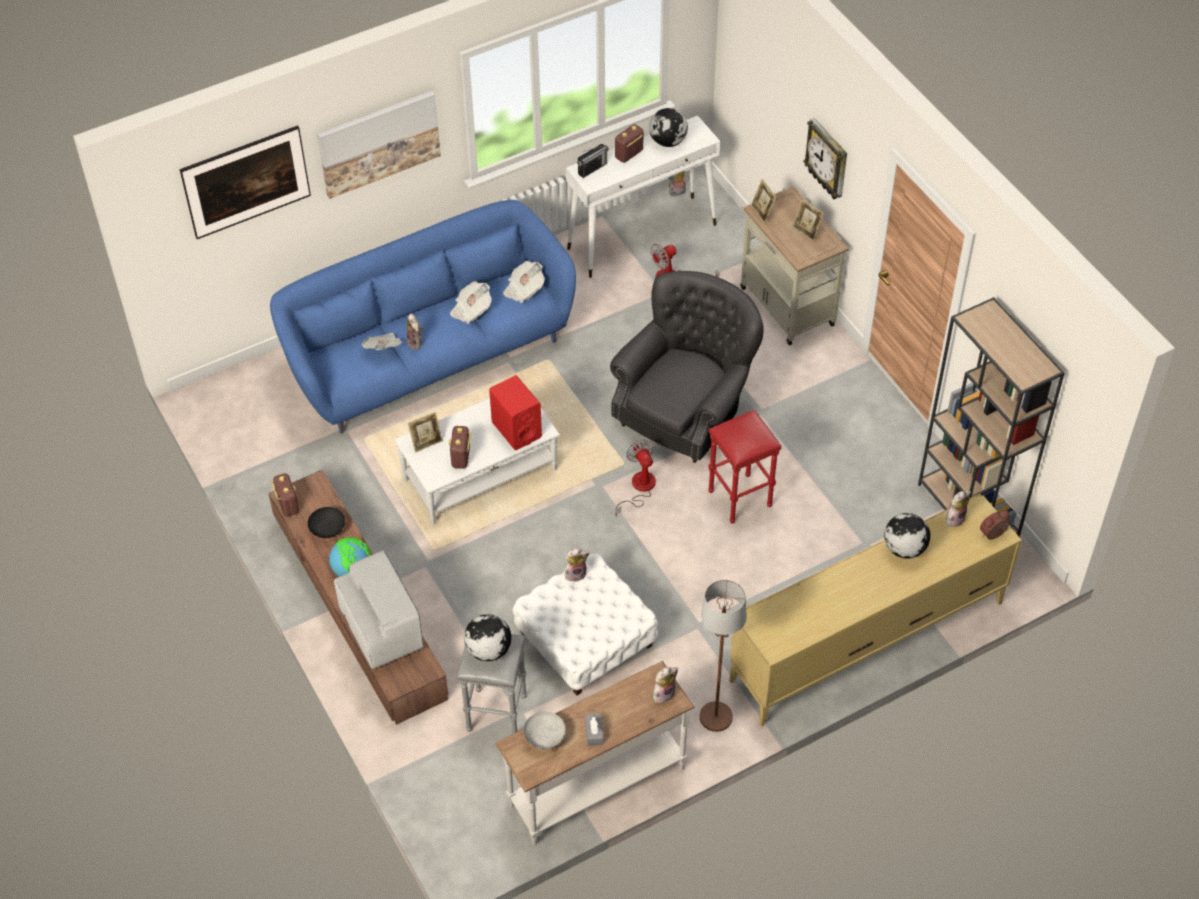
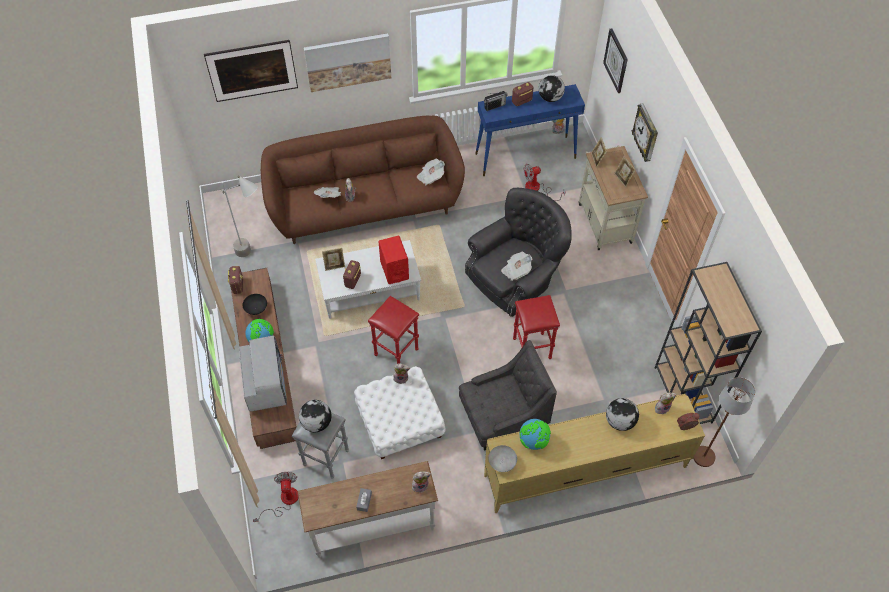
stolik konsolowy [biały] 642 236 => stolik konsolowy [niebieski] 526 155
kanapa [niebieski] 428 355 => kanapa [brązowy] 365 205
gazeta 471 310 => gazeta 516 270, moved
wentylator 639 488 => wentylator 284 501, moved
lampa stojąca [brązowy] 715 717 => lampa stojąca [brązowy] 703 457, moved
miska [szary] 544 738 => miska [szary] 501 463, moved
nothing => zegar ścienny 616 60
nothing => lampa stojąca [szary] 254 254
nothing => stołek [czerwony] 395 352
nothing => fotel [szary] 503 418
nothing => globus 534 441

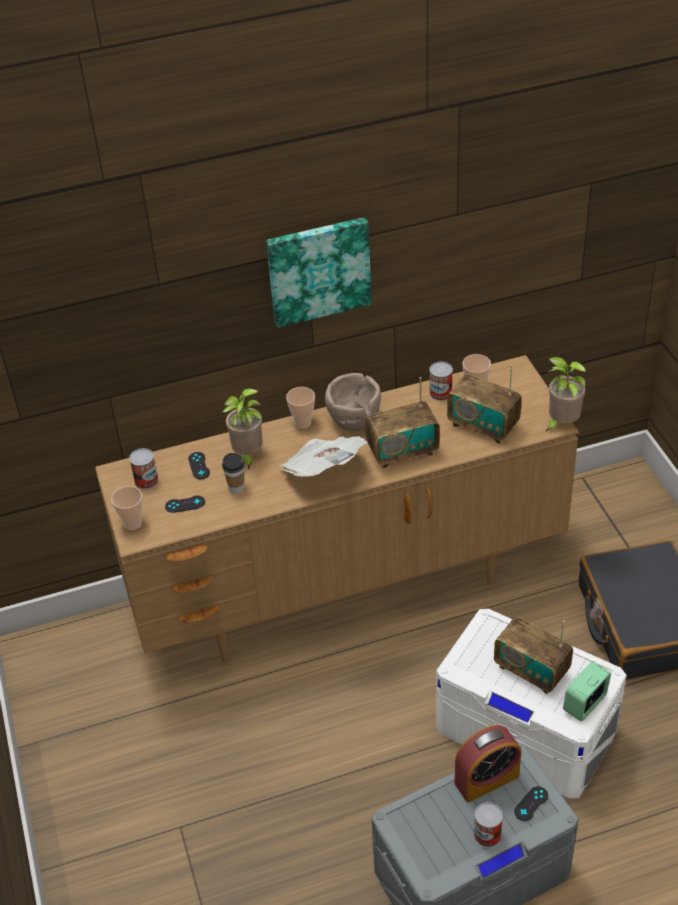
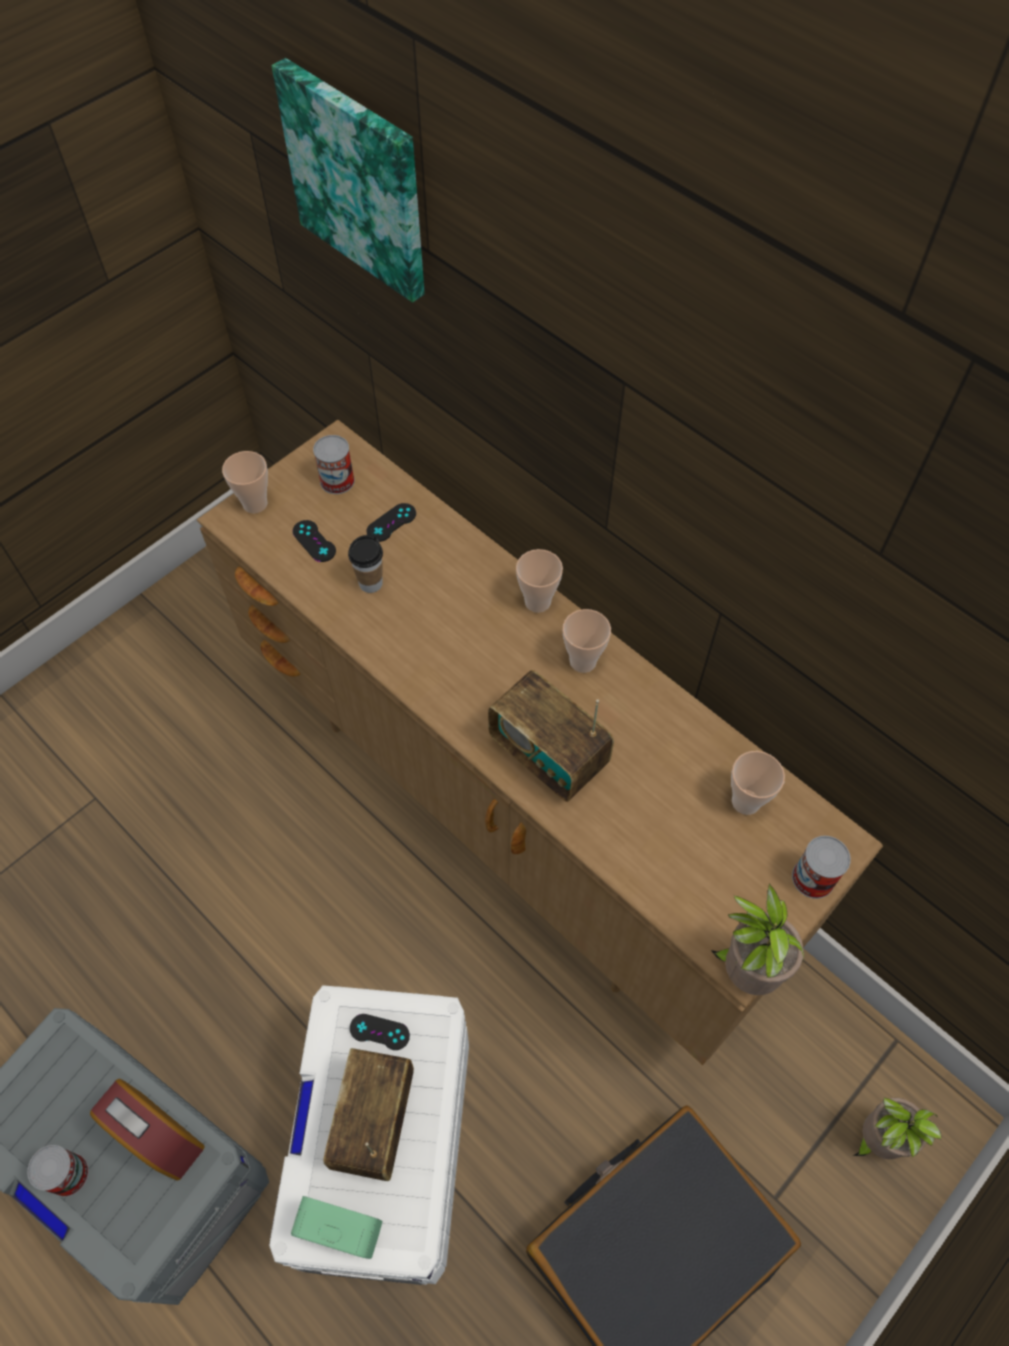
obraz 318 270 => obraz 358 180, moved
puszka 440 393 => puszka 813 878, moved
radio 483 426 => nothing
miska [brązowy] 354 419 => filiżanka 583 661
roślina doniczkowa 248 455 => roślina doniczkowa 876 1139, moved
gazeta 324 470 => nothing
pad do gier [czarny] 531 803 => pad do gier [czarny] 379 1032, moved

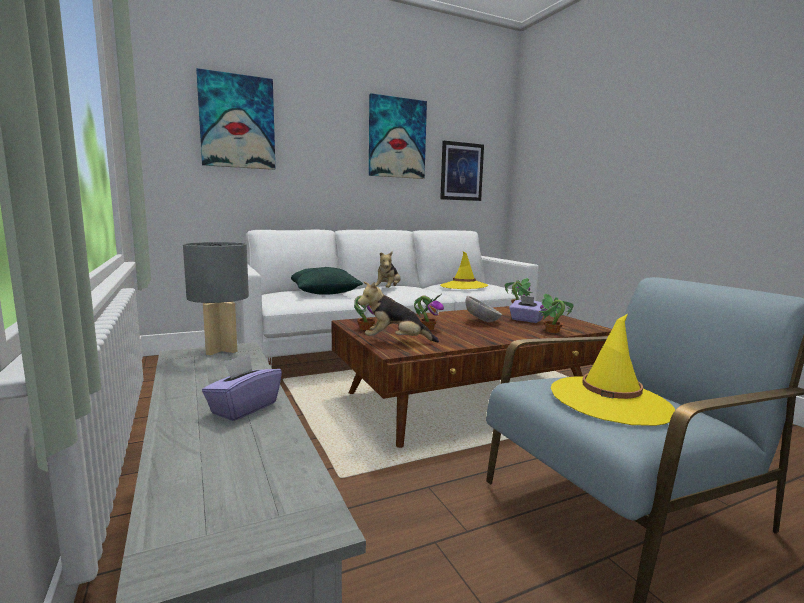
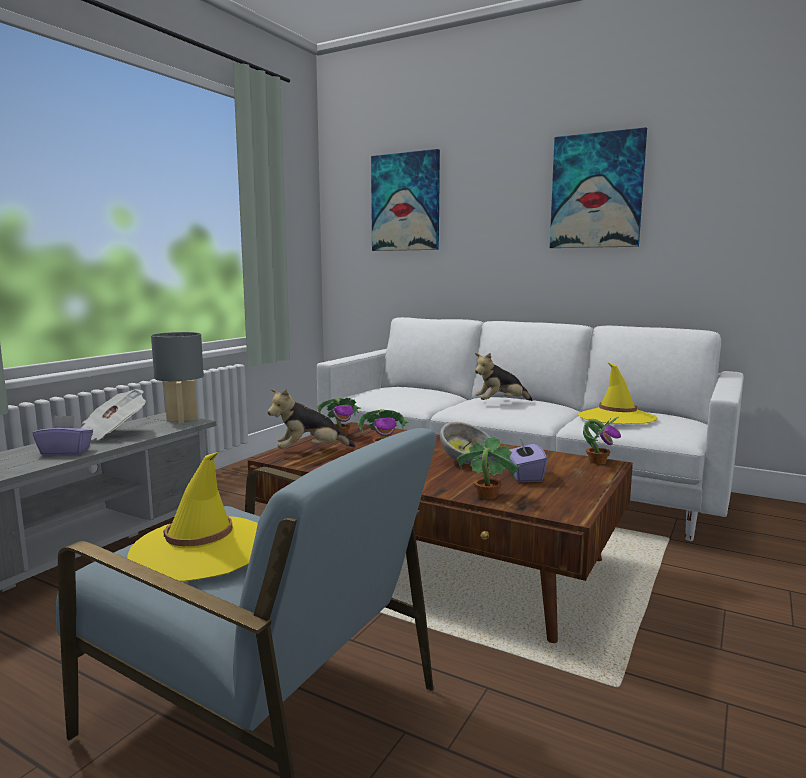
obraz 461 171 => nothing
poduszka [zielony] 324 292 => nothing
pluszak 396 342 => pluszak 310 451, 75 degrees counterclockwise
nothing => gazeta 109 434

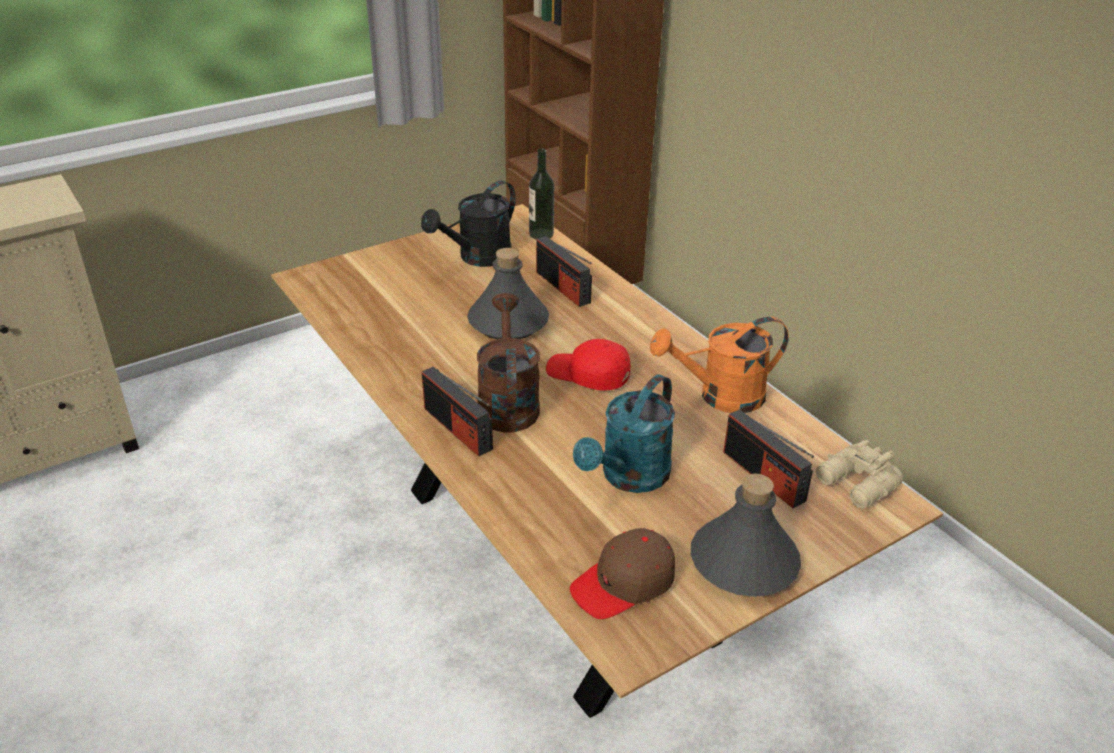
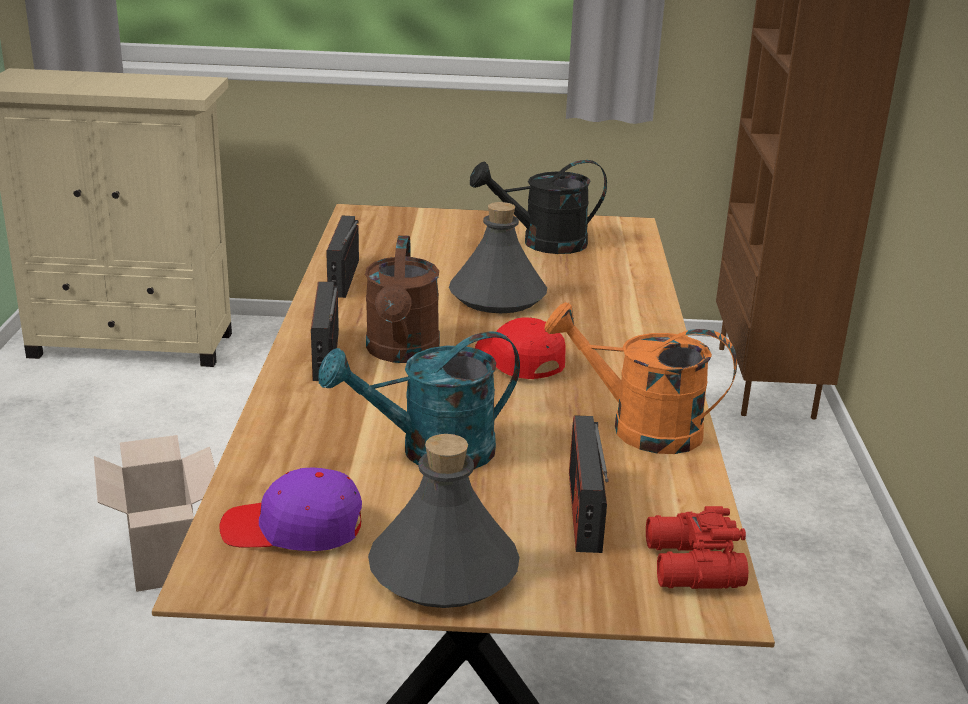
butelka 541 234 => nothing
radio 563 287 => radio 343 278, moved
konewka [brązowy] 507 402 => konewka [brązowy] 402 353, 150 degrees clockwise
lornetka [beżowy] 856 485 => lornetka [czerwony] 690 566
czapka z daszkiem [brązowy] 624 583 => czapka z daszkiem [fioletowy] 293 529
nothing => karton 167 563

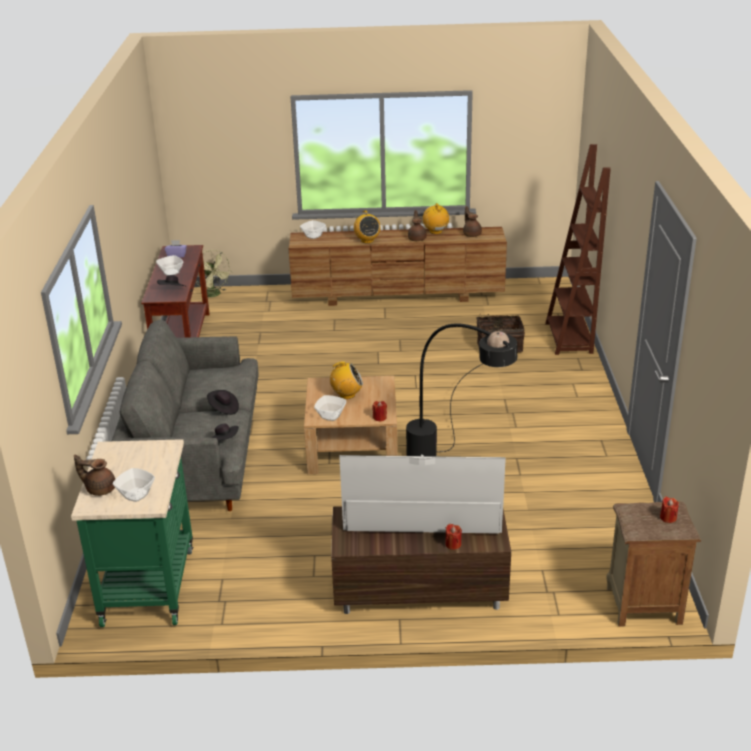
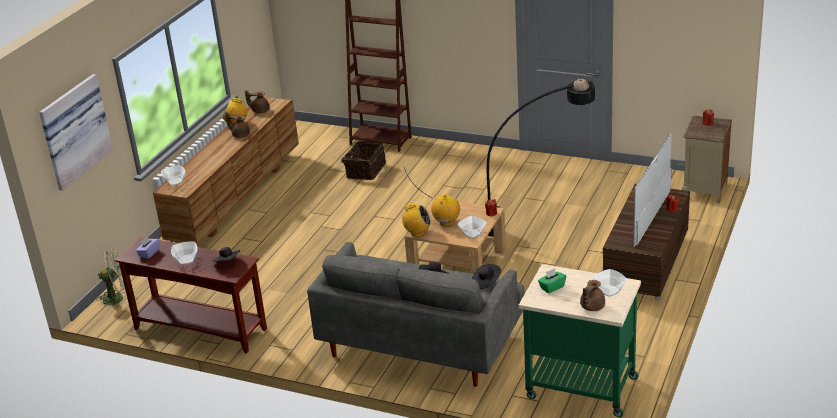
radio 367 240 => radio 417 232, moved
nothing => obraz 73 131
nothing => pudełko chusteczek [zielony] 552 287

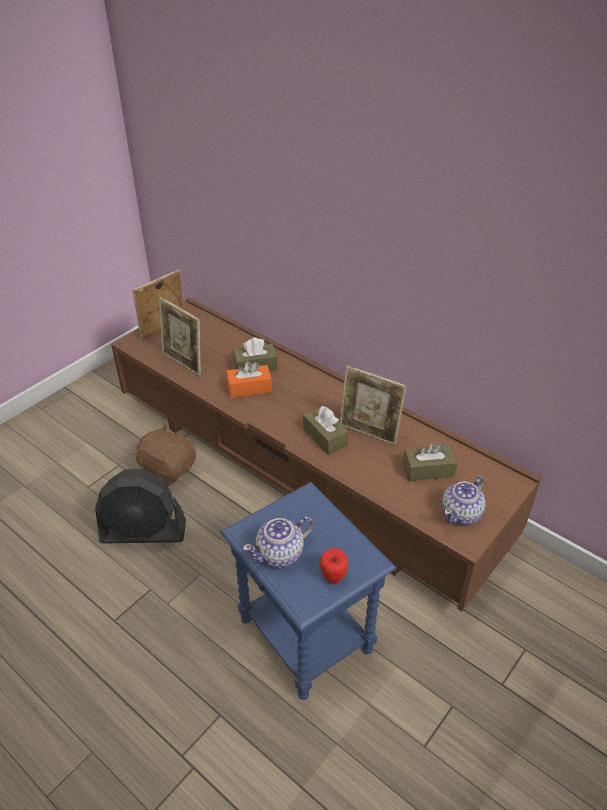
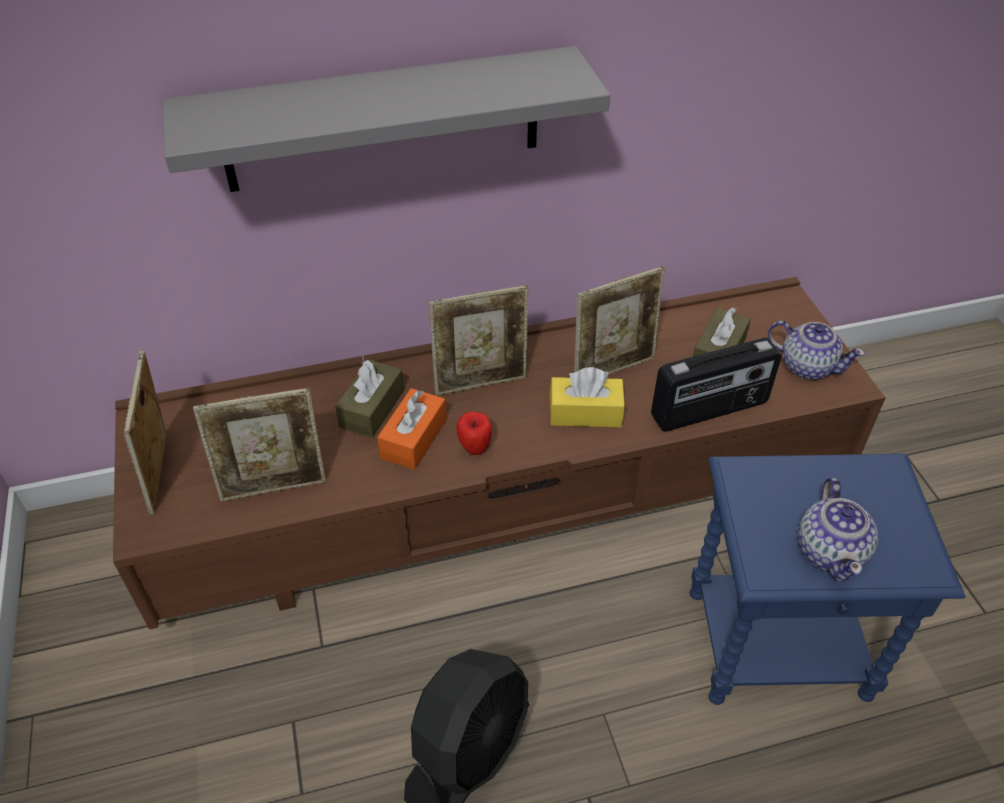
pudełko chusteczek [brązowy] 325 437 => pudełko chusteczek [żółty] 585 412
pluszak [brązowy] 167 469 => nothing
imbryk 461 513 => imbryk 806 366, 45 degrees counterclockwise
jabłko 333 577 => jabłko 474 449, moved
nothing => półka [szary] 382 120
nothing => ramka na zdjęcie 481 382
nothing => radio 710 410

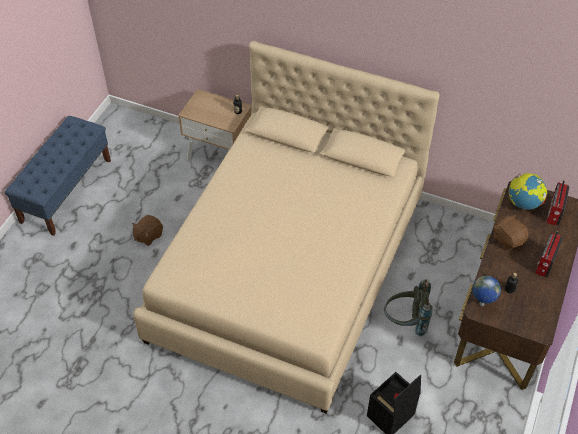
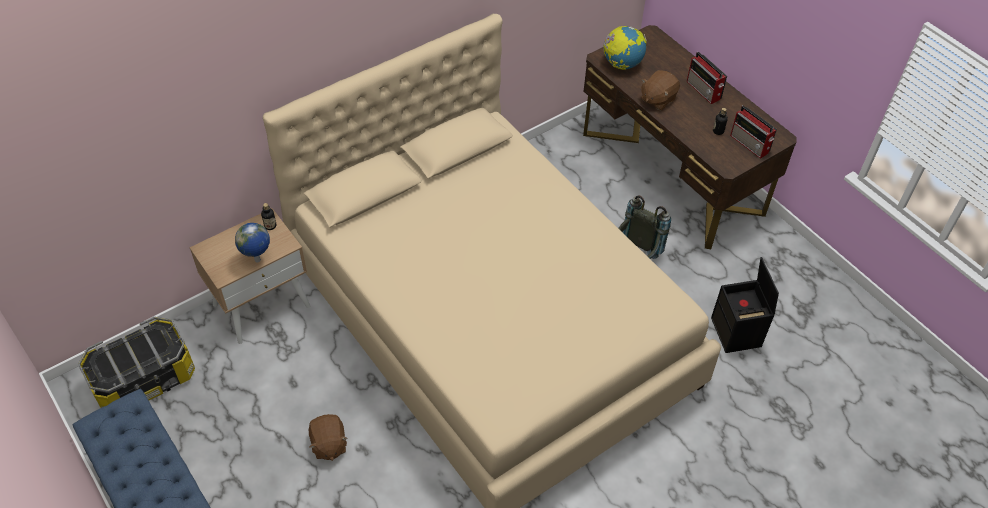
radio 554 212 => radio 750 144, moved
pluszak [brązowy] 507 239 => pluszak [brązowy] 657 99, 45 degrees counterclockwise
globus 481 304 => globus 258 260, moved
nothing => pojemnik do przechowywania 144 380

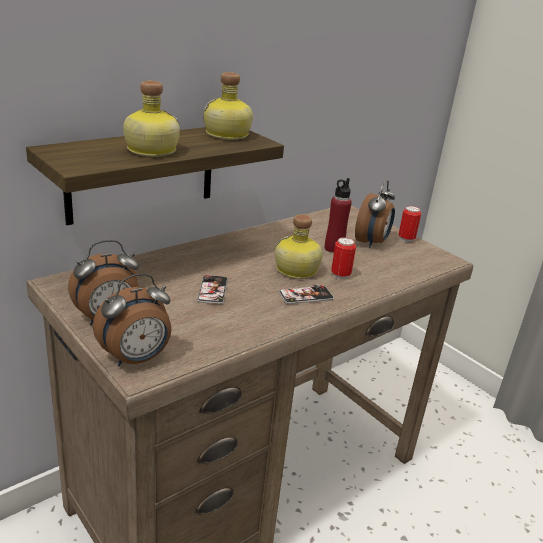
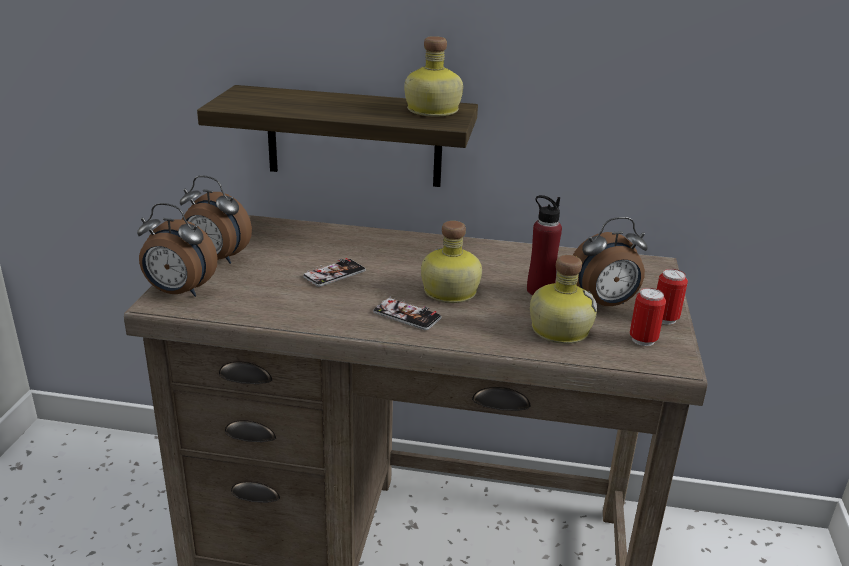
butelka 150 150 => butelka 558 329, moved
puszka 340 275 => puszka 643 340, moved

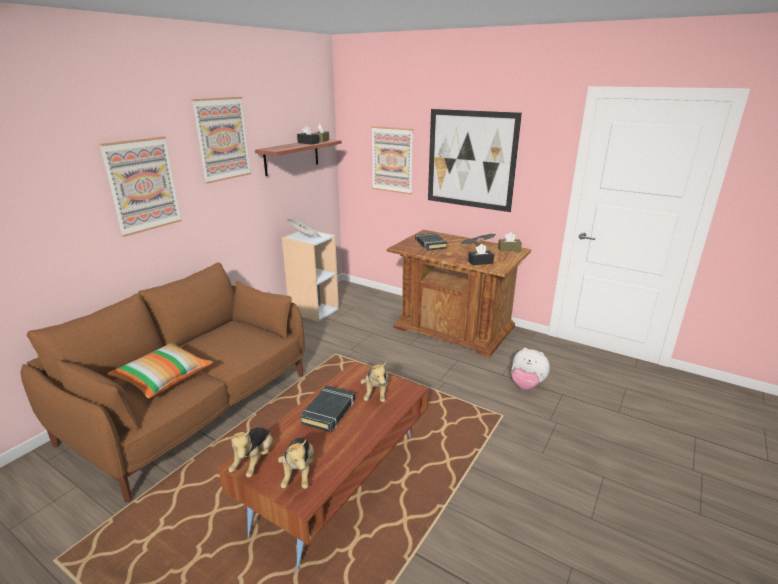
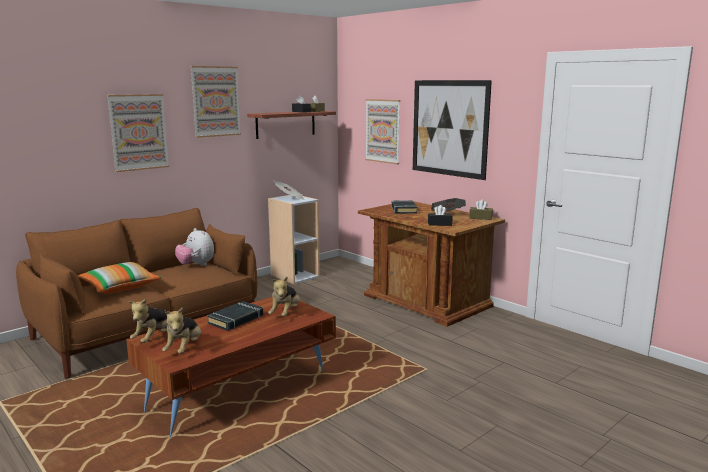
pluszak 526 385 => pluszak 196 265, moved

